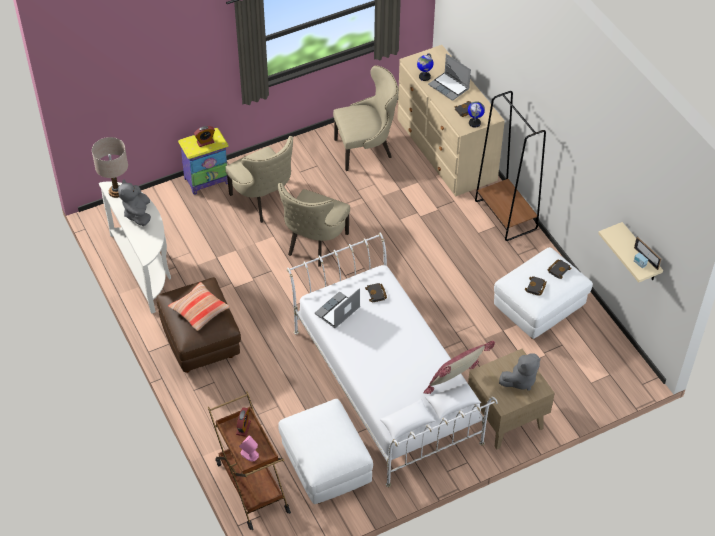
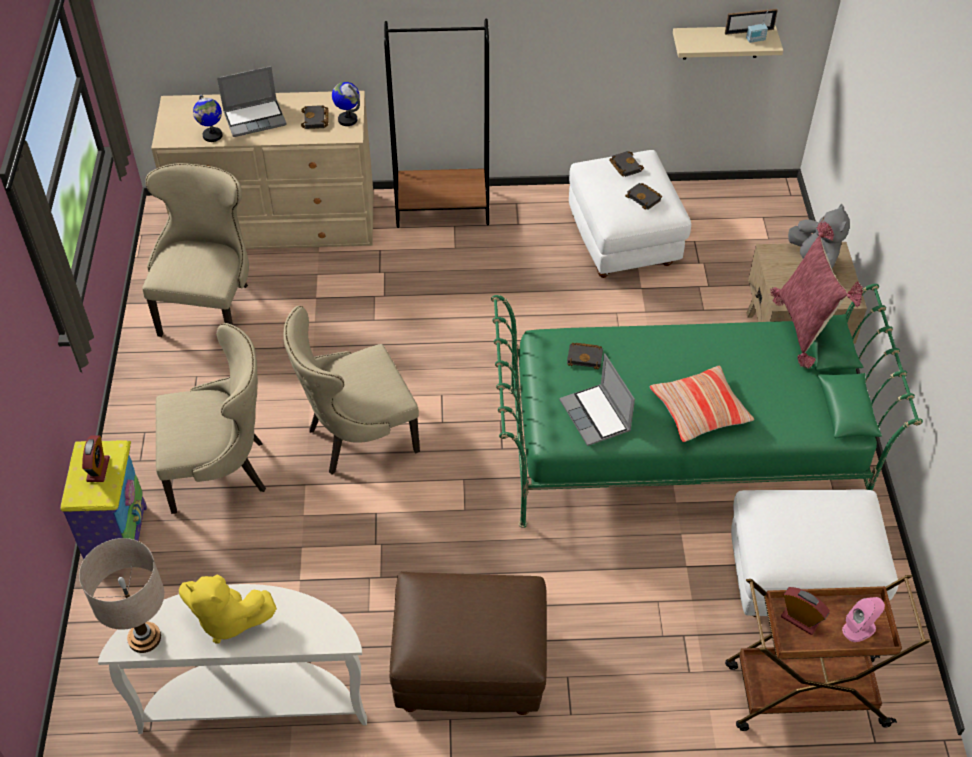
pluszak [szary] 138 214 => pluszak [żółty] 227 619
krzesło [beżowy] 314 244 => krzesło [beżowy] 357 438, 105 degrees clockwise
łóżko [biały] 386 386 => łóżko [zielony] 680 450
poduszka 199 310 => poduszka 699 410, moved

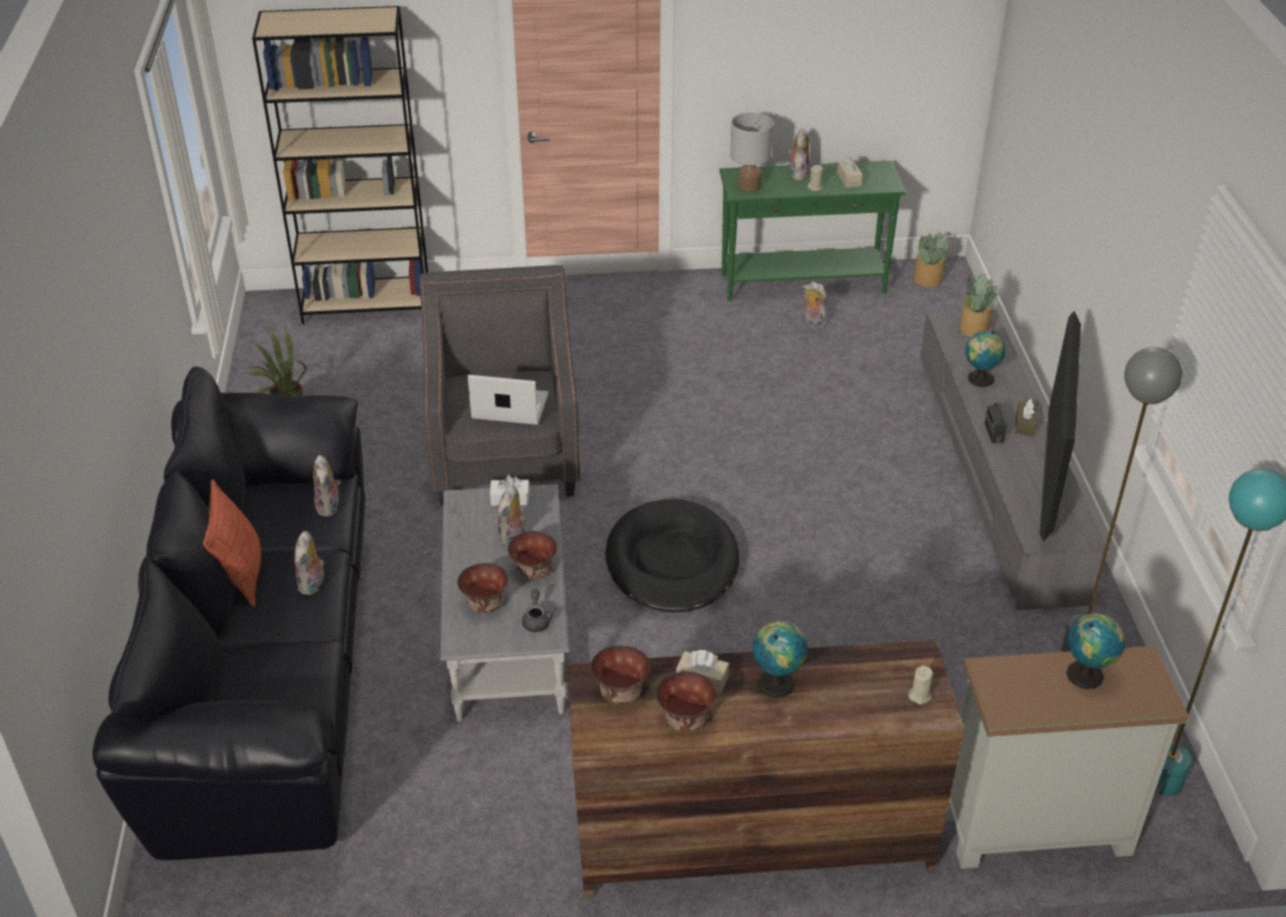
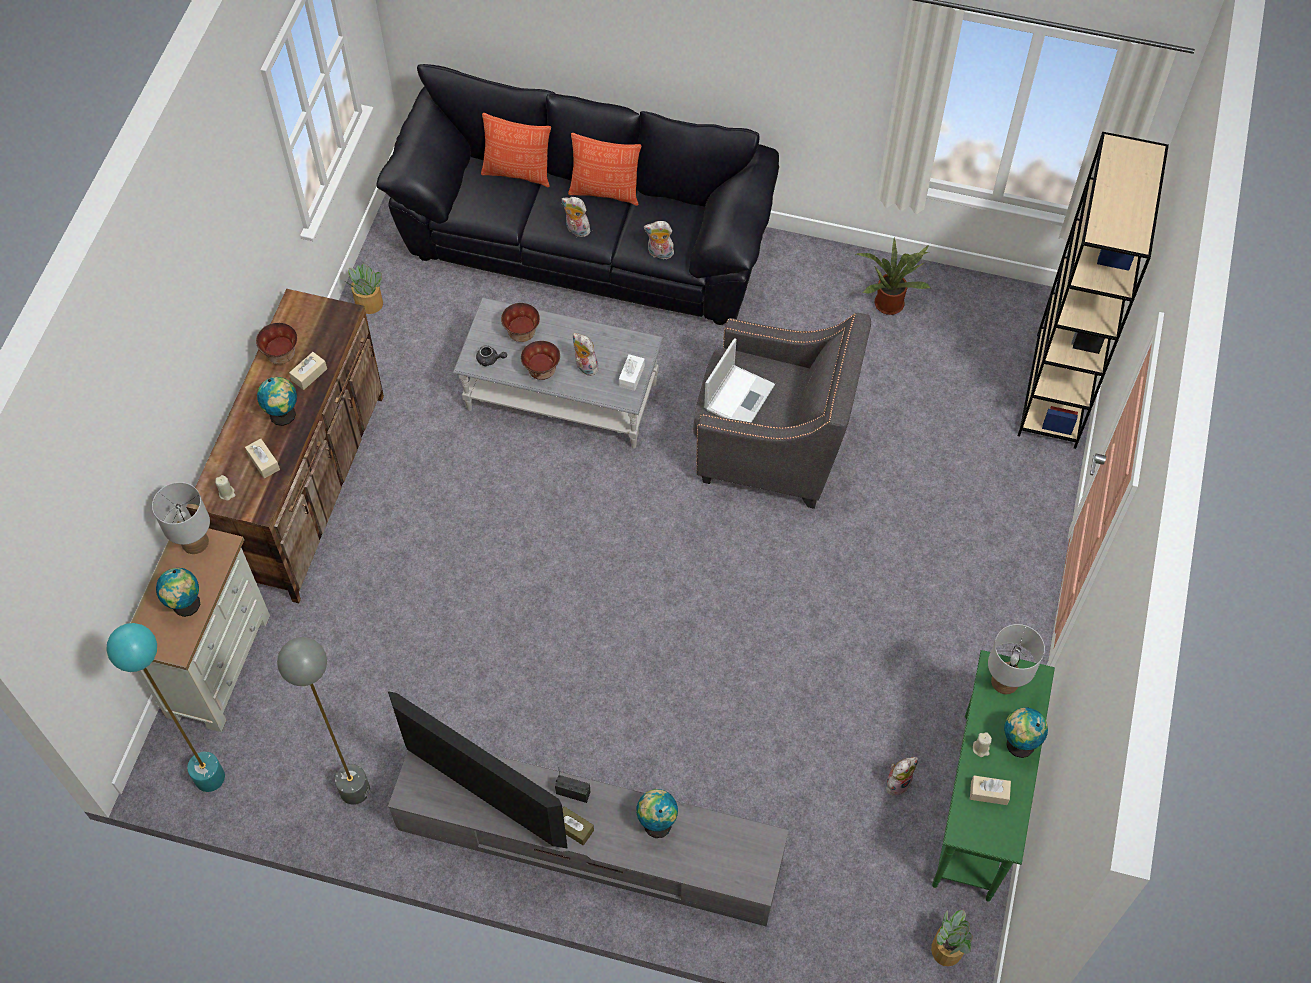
pluszak 798 173 => globus 1018 743
roślina doniczkowa 974 328 => roślina doniczkowa 369 303, moved
legowisko [czarny] 672 562 => nothing
miska 620 693 => nothing
nothing => poduszka [pomarańczowy] 518 173
nothing => pudełko chusteczek [beżowy] 263 462
nothing => lampa stołowa [szary] 195 543

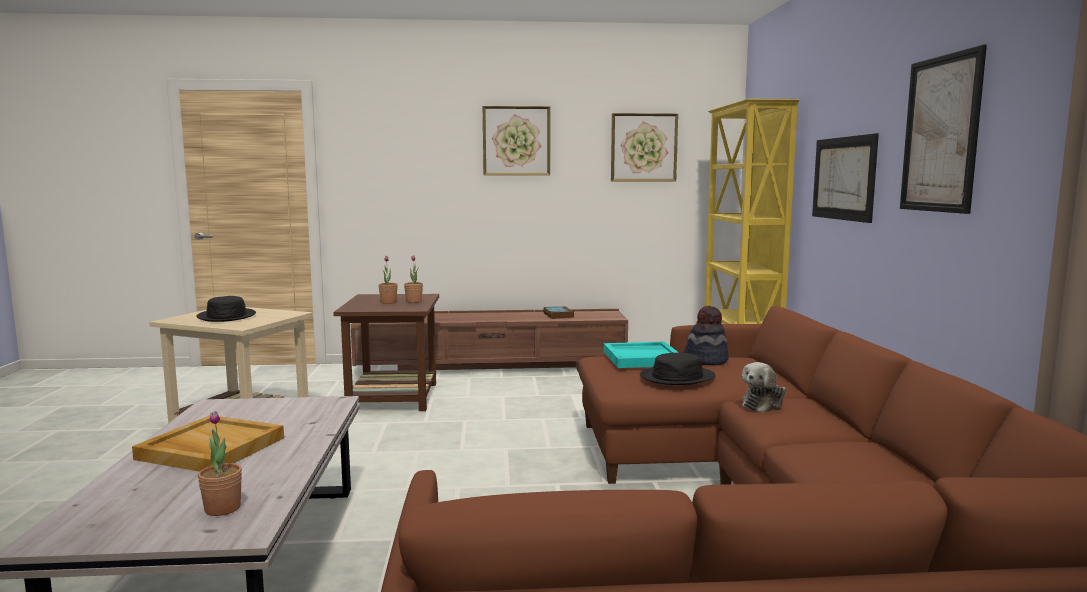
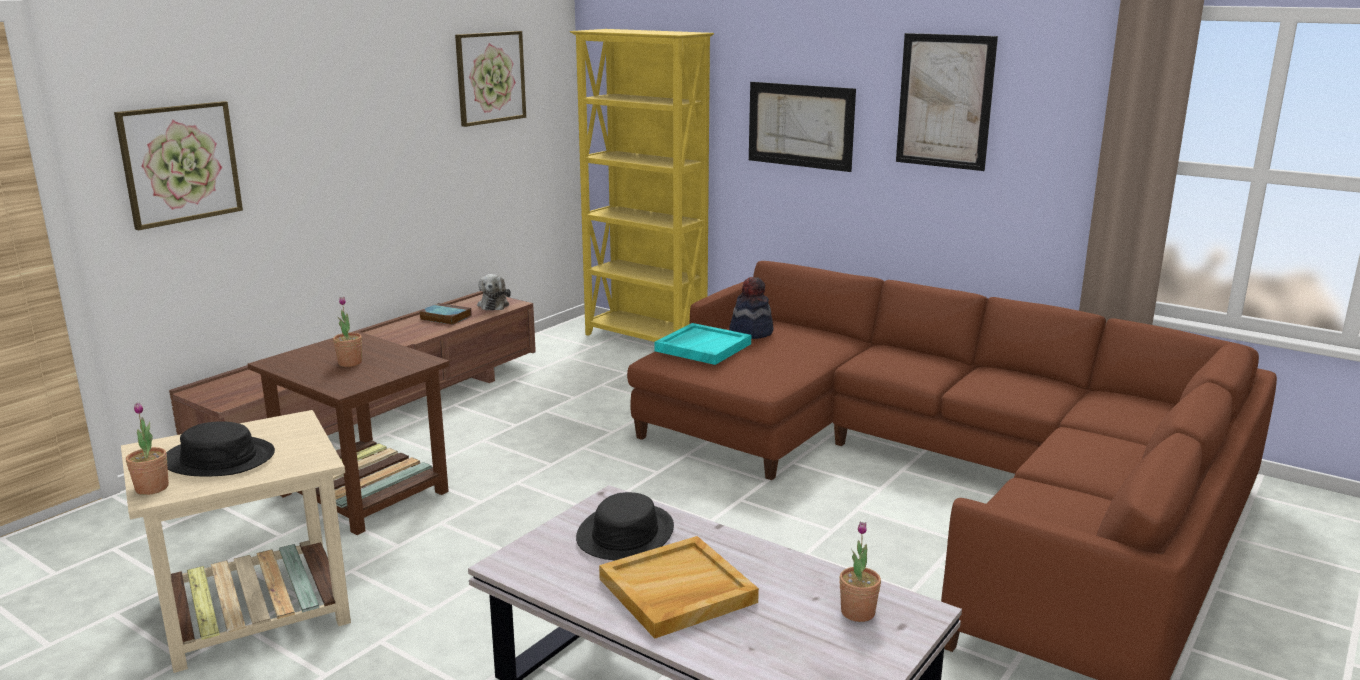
obraz 516 141 => obraz 180 163, moved
roślina doniczkowa 414 301 => roślina doniczkowa 152 488, moved
kapelusz [czarny] 677 377 => kapelusz [czarny] 625 534, moved
pluszak 764 404 => pluszak 494 305, moved

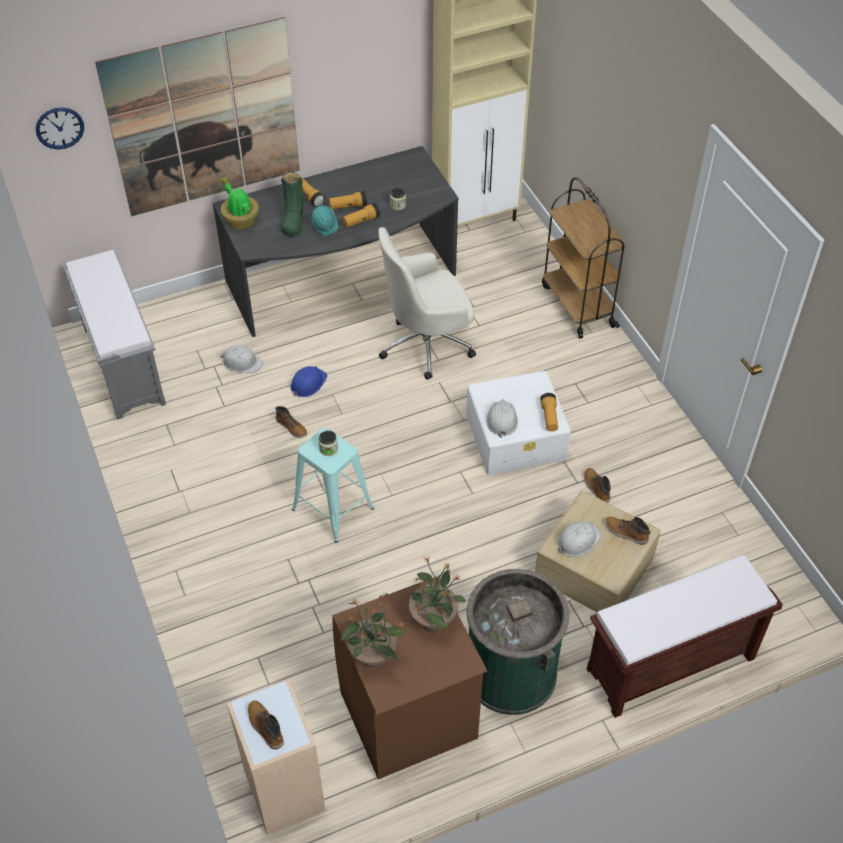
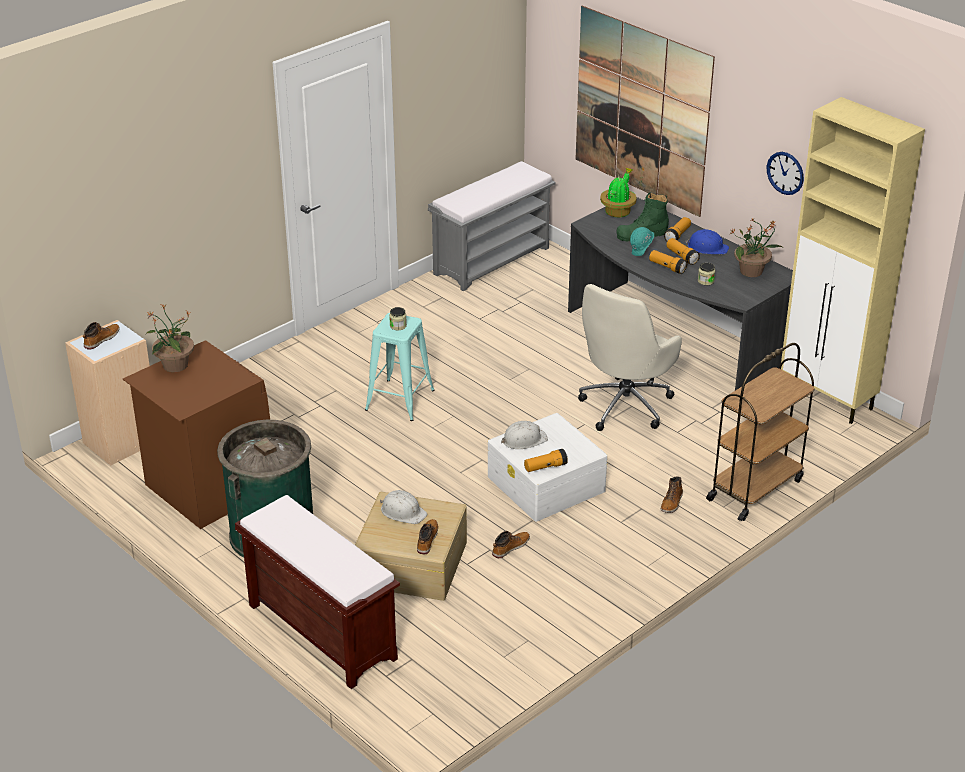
zegar ścienny 59 128 => zegar ścienny 785 173, moved
krzesło biurowe [beżowy] 426 346 => krzesło biurowe [beżowy] 625 406, 105 degrees counterclockwise
kask [biały] 241 362 => nothing
kask [niebieski] 308 383 => kask [niebieski] 707 247, moved
but z cholewką 292 427 => but z cholewką 672 502, moved
roślina doniczkowa 434 618 => roślina doniczkowa 752 271, moved

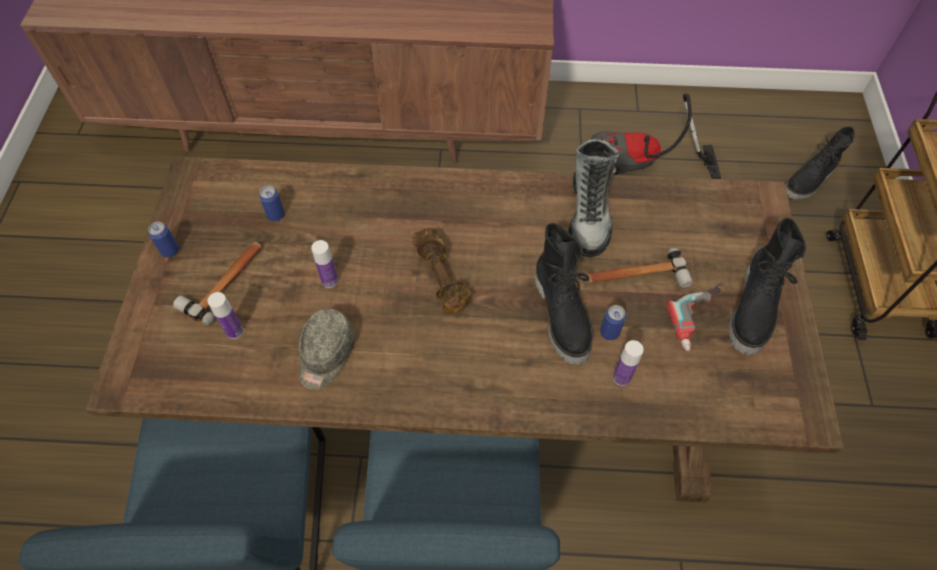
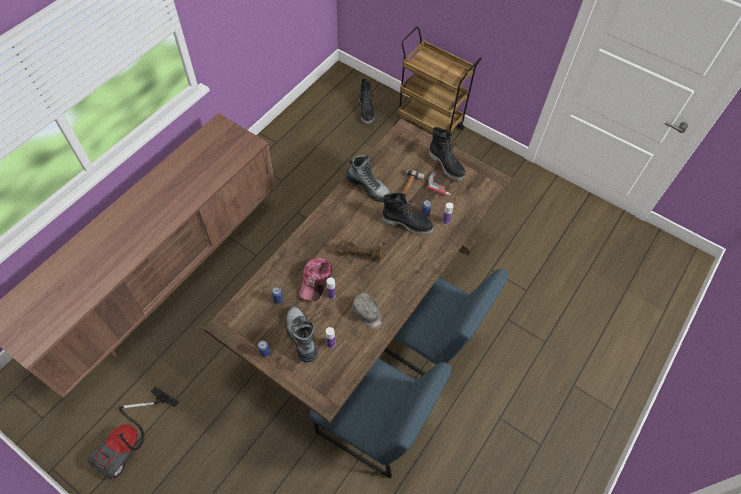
odkurzacz 641 167 => odkurzacz 133 442, moved
młotek 226 282 => but z cholewką 301 336
nothing => czapka z daszkiem 316 280

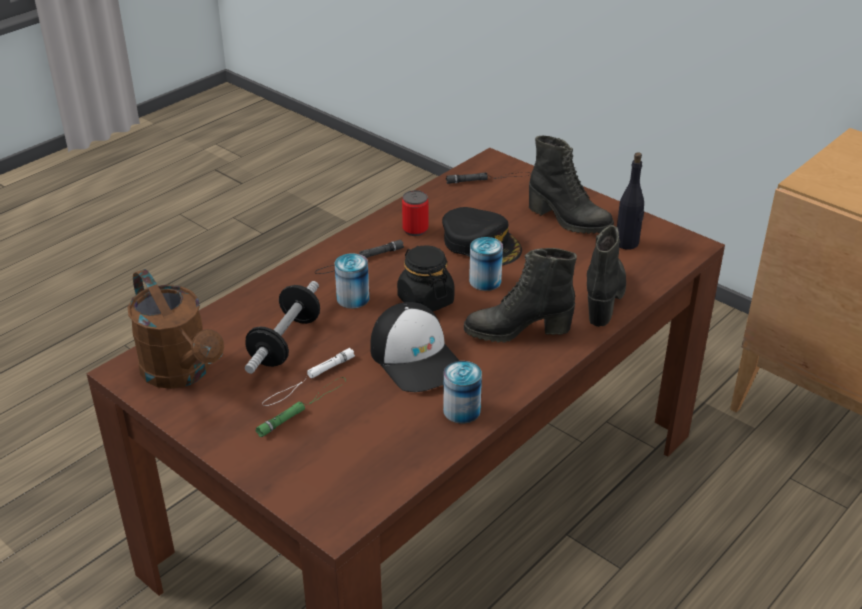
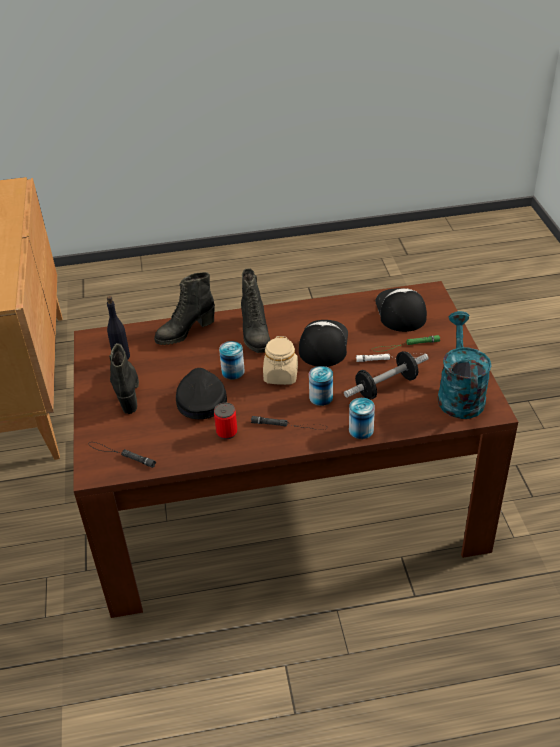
słoik [czarny] 425 300 => słoik [beżowy] 281 375
but z cholewką [czarny] 517 331 => but z cholewką [czarny] 254 335, 45 degrees clockwise
konewka [brązowy] 182 373 => konewka [turkusowy] 459 394
puszka 461 410 => puszka 361 430, moved
nothing => czapka z daszkiem 400 311

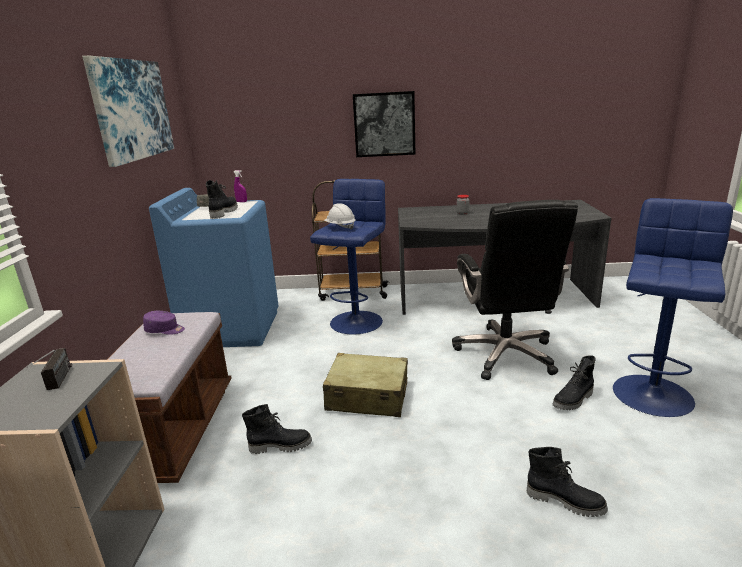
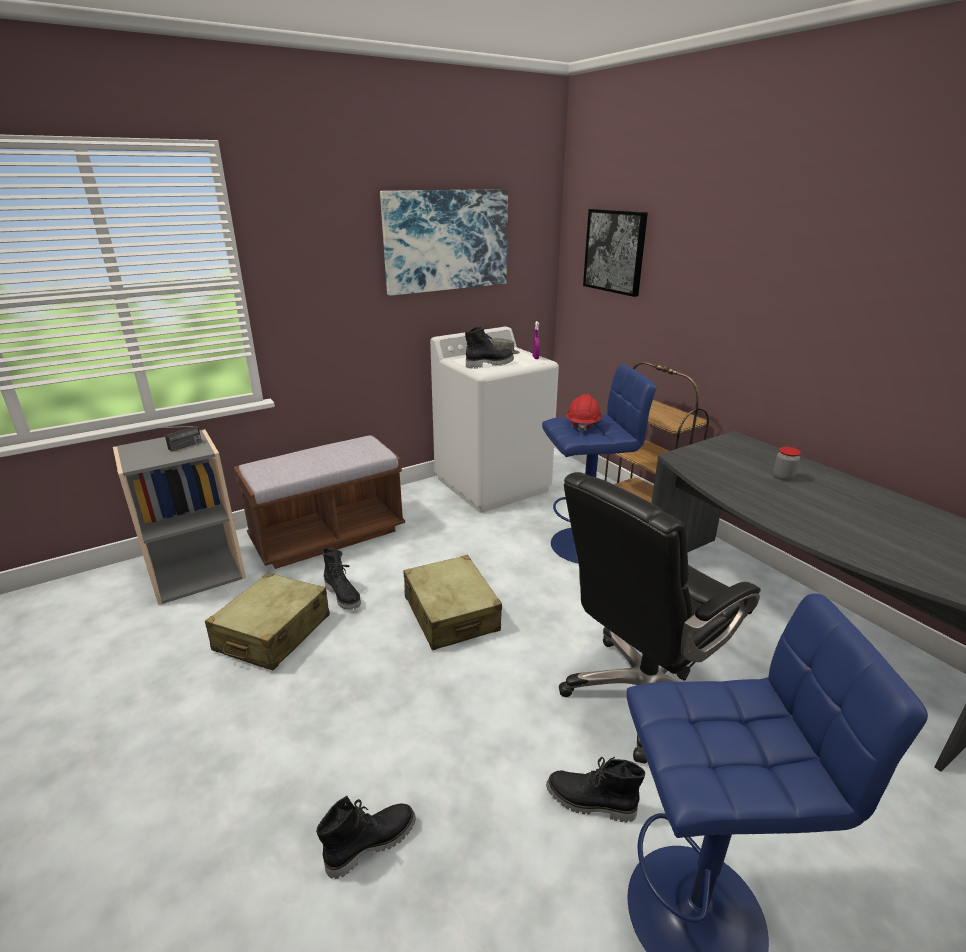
obraz 384 124 => obraz 615 251, moved
pralka [niebieski] 232 328 => pralka [biały] 493 484
kask [biały] 340 227 => kask [czerwony] 583 424
czapka z daszkiem [fioletowy] 165 330 => nothing
but z cholewką [czarny] 565 501 => but z cholewką [czarny] 371 843, 120 degrees counterclockwise
nothing => walizka [beżowy] 272 633

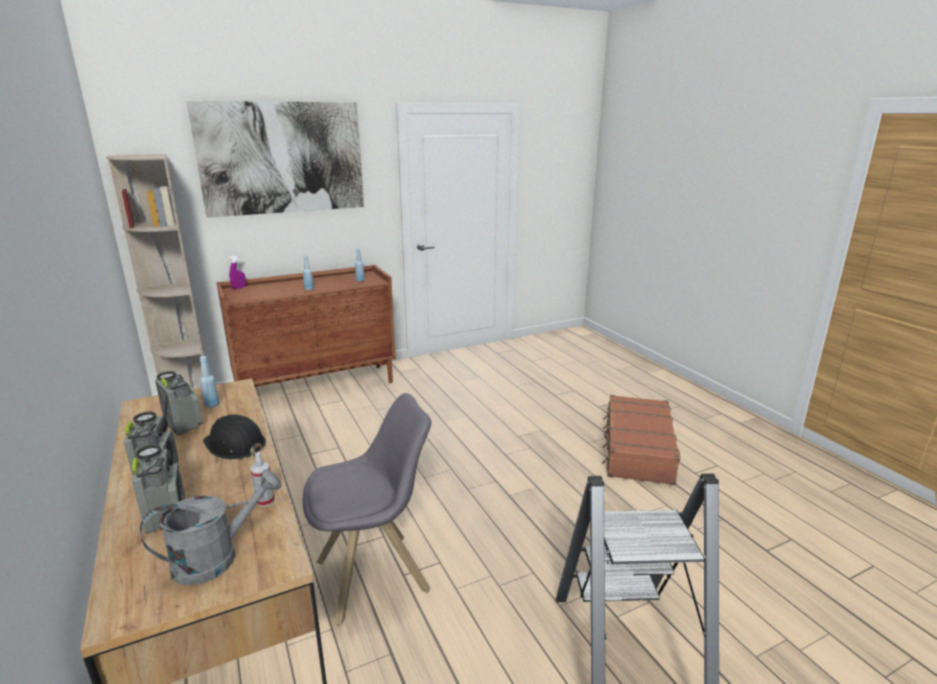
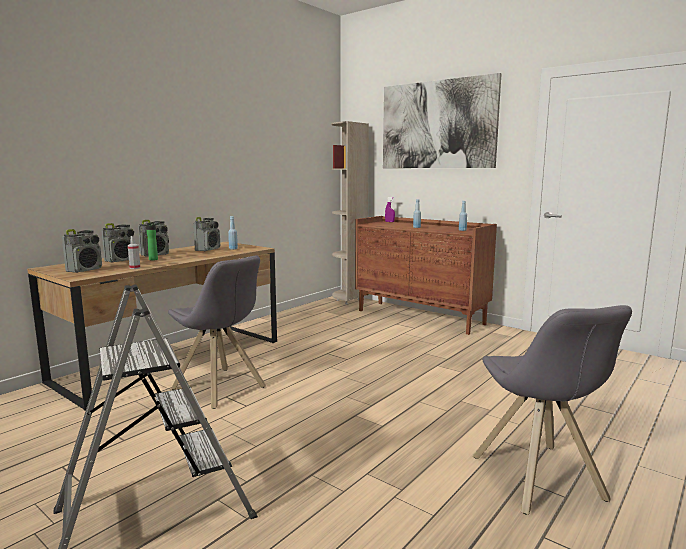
walizka [brązowy] 637 449 => krzesło [szary] 538 477
kask [czarny] 235 445 => nothing
konewka [szary] 217 557 => radio 85 270
nothing => butelka 155 259

